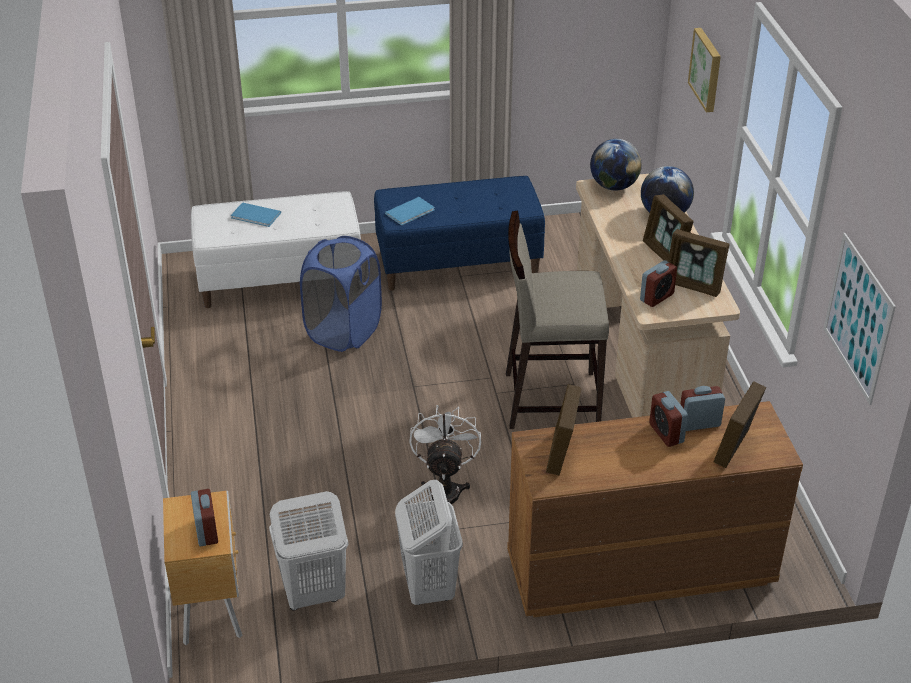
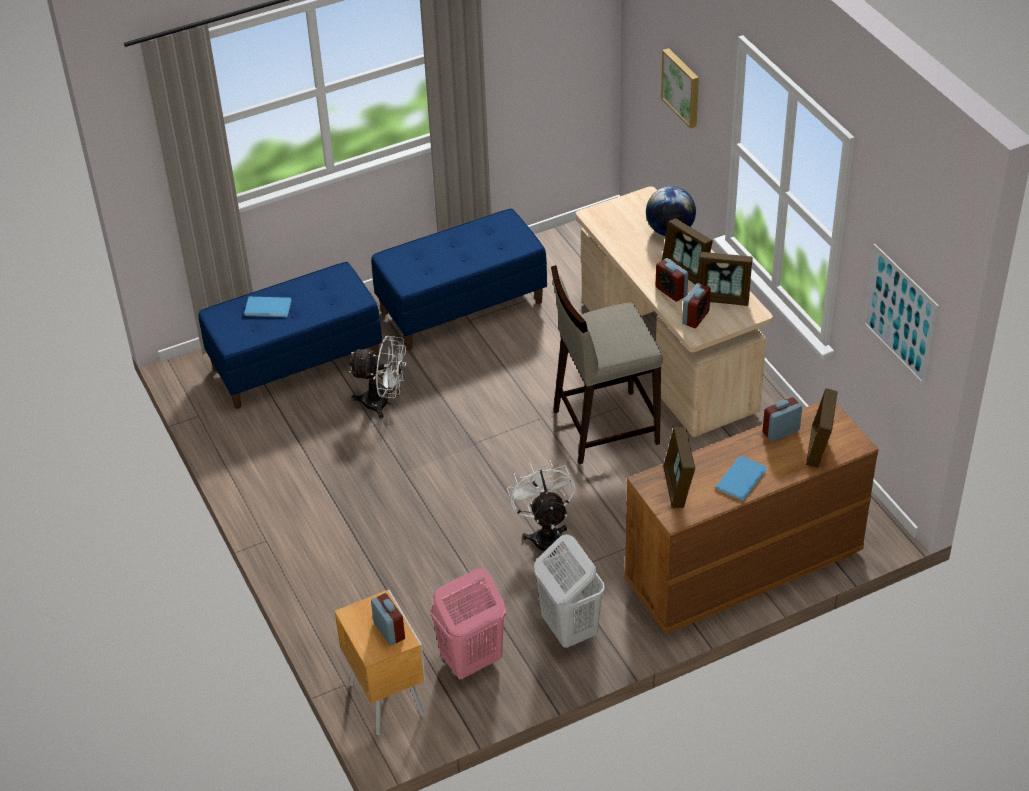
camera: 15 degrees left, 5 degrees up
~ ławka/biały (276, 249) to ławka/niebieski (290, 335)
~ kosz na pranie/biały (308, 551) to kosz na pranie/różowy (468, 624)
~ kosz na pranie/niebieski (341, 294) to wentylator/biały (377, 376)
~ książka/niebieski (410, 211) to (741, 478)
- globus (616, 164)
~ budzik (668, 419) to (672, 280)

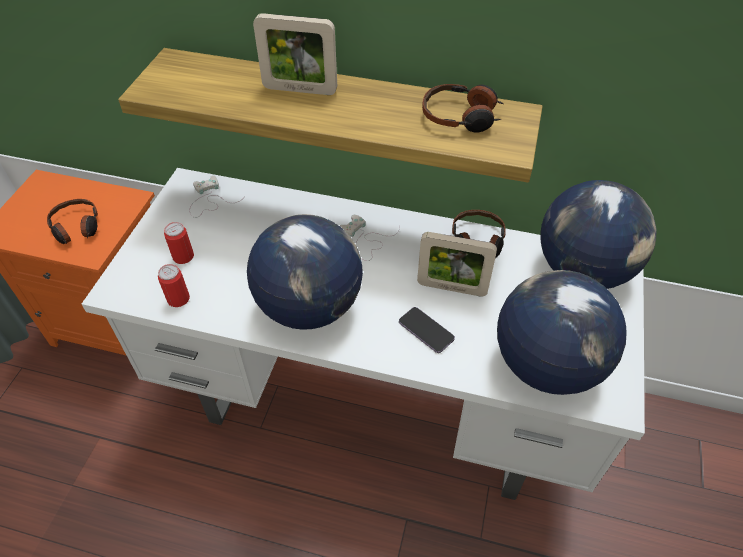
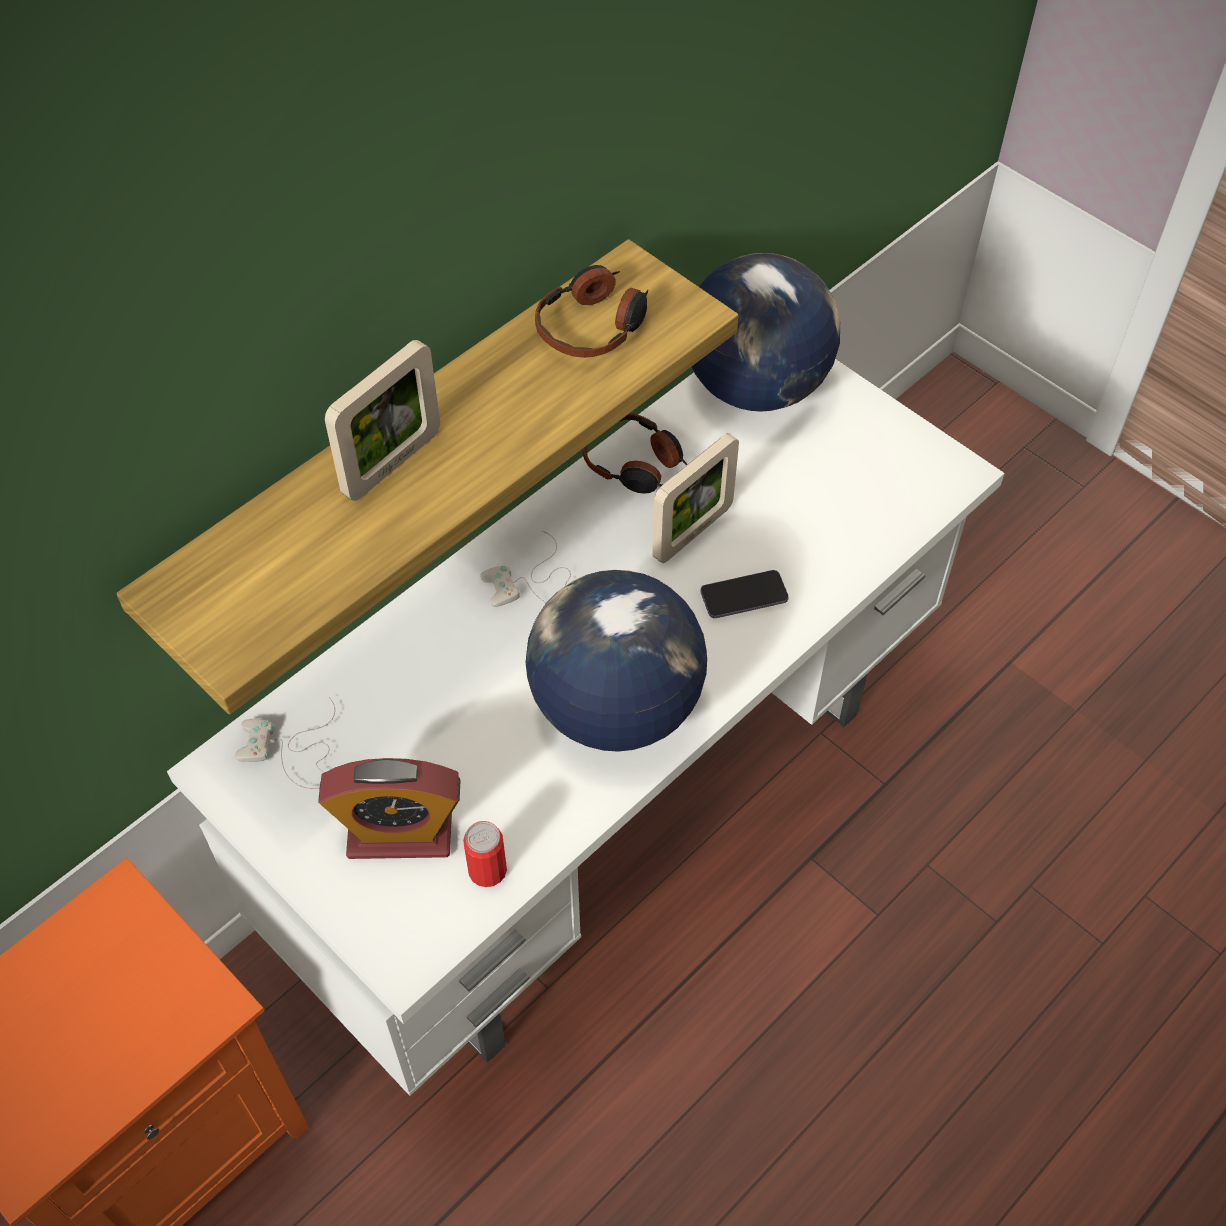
camera: 60 degrees left, 5 degrees up
- słuchawki (72, 221)
~ puszka (179, 243) to budzik (389, 808)
- globus (561, 332)

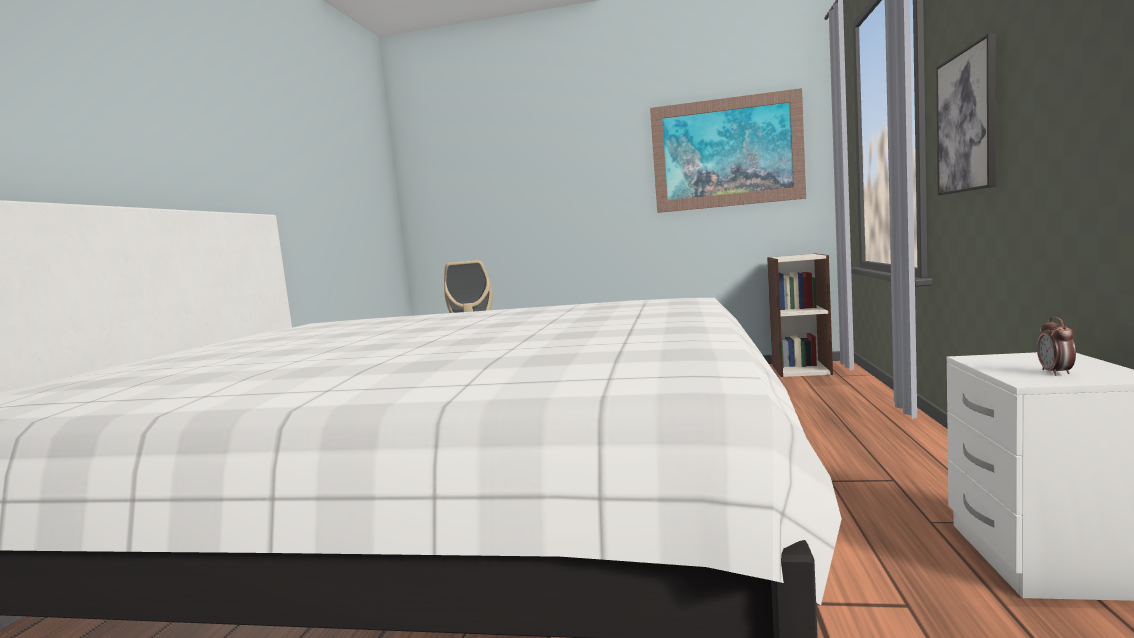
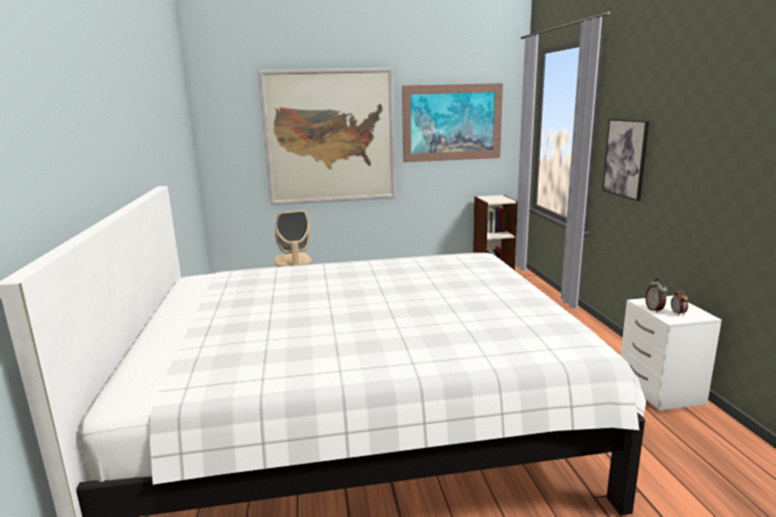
camera: 20 degrees left, 10 degrees up
+ obraz (327, 136)
+ budzik (656, 295)

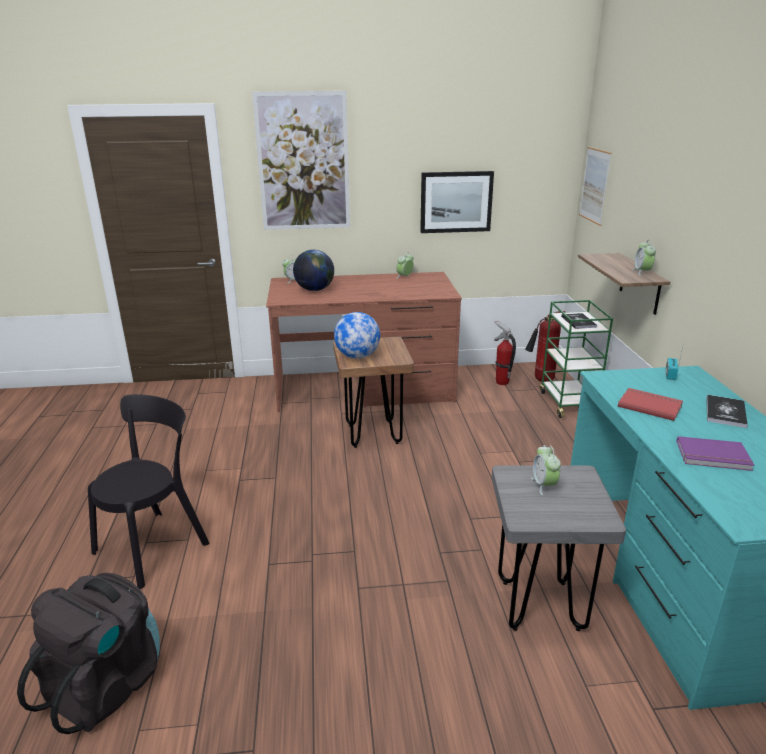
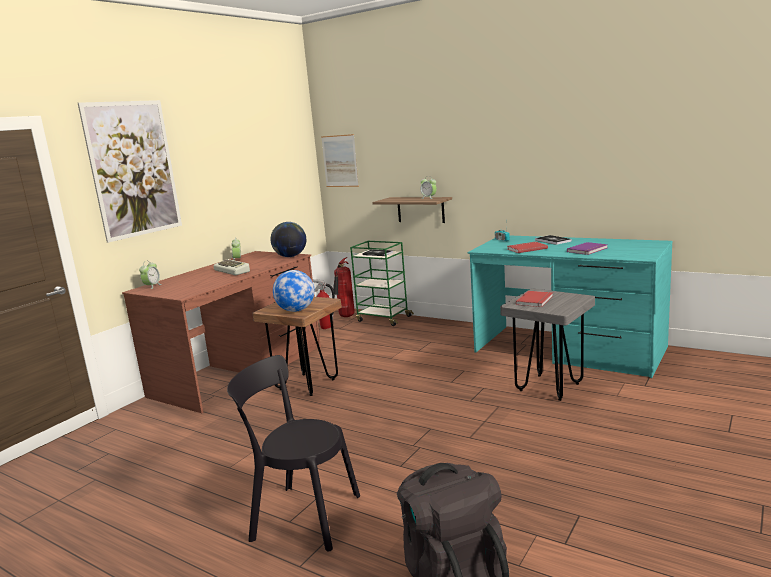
camera: 50 degrees left, 10 degrees down
~ krzesło/czarny (148, 491) = (293, 453) 60 degrees counterclockwise
~ globus (313, 270) to (288, 239)
- obraz (457, 202)
~ budzik (546, 470) to książka/czerwony (534, 299)
+ klawiatura (232, 267)

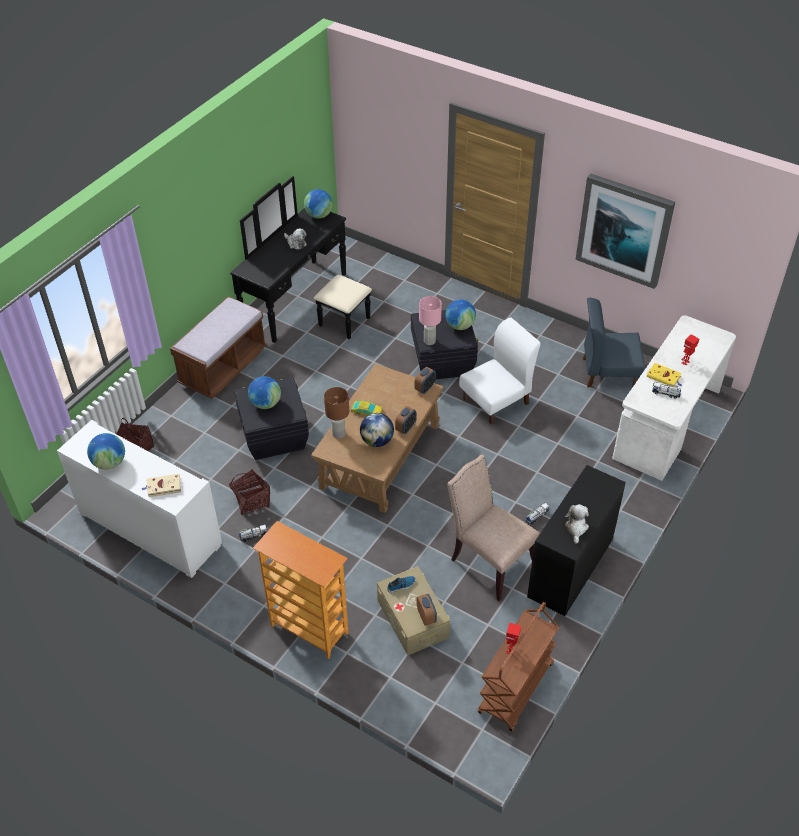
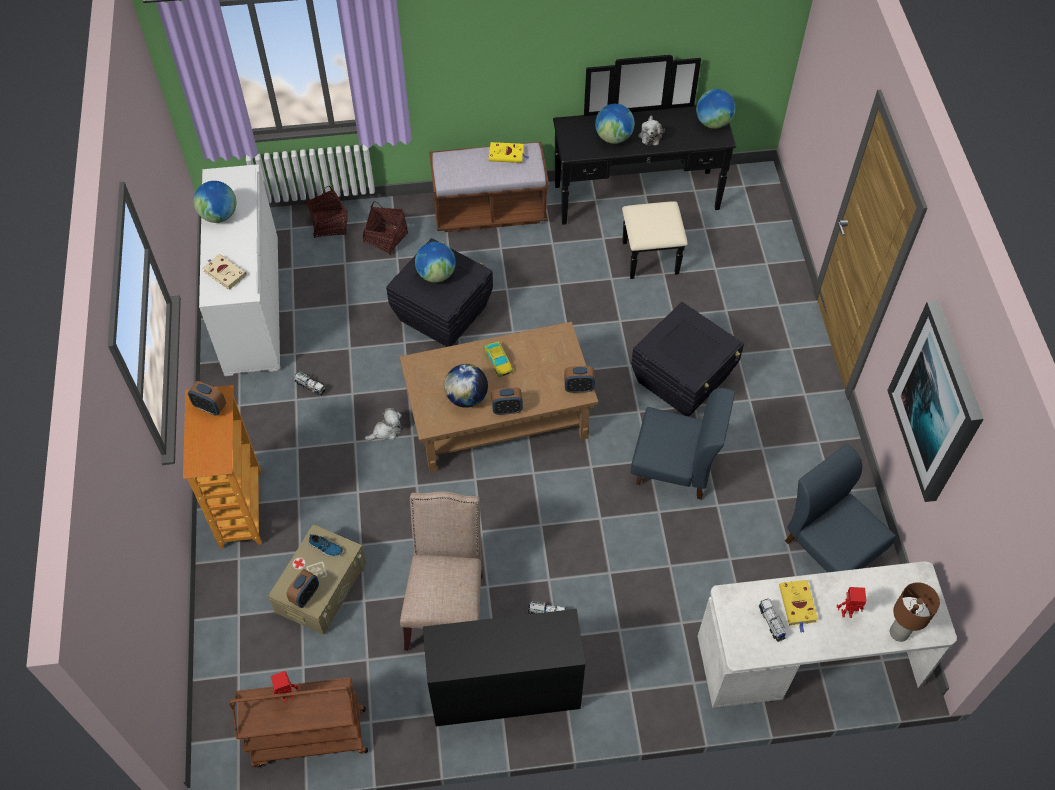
camera: 50 degrees right, 10 degrees up
~ koszyk (249, 492) to (385, 228)
~ lampa stołowa/brązowy (336, 413) to (915, 612)
- lampa stołowa/różowy (430, 320)
~ globus (460, 314) to (615, 124)
~ krzesło/biały (499, 370) to krzesło/niebieski (683, 444)
~ pluszak (577, 524) to (383, 424)
+ budzik (207, 398)
+ książka/żółty (508, 152)

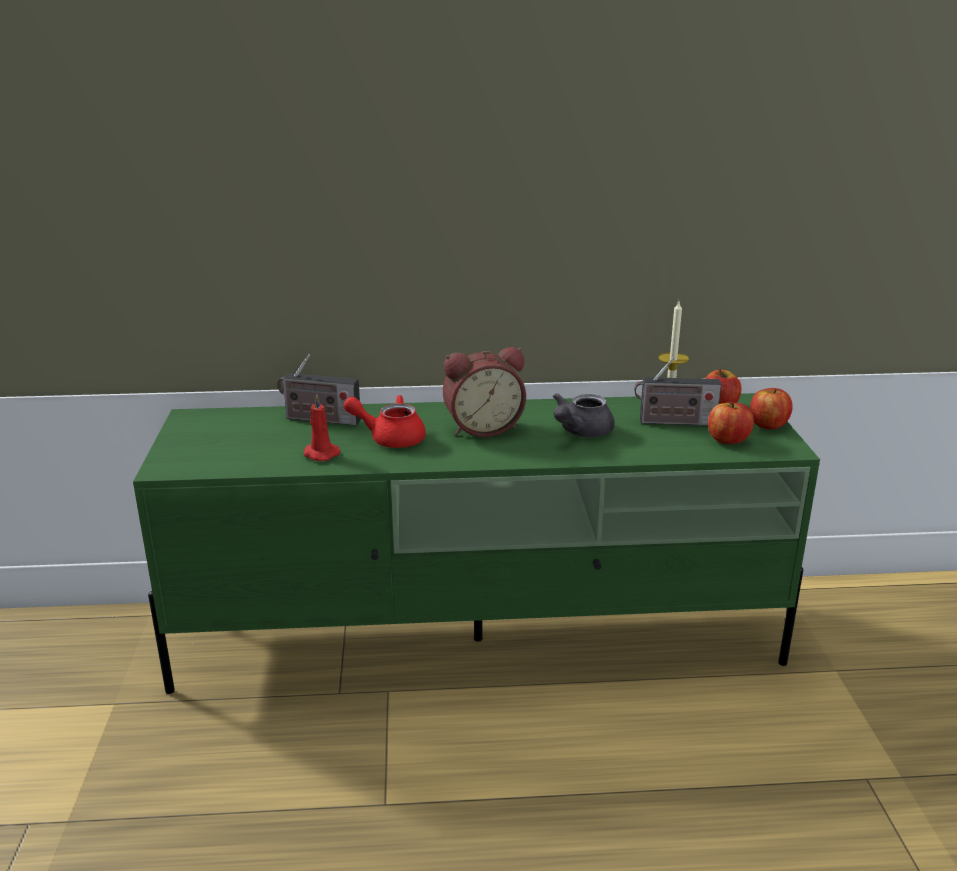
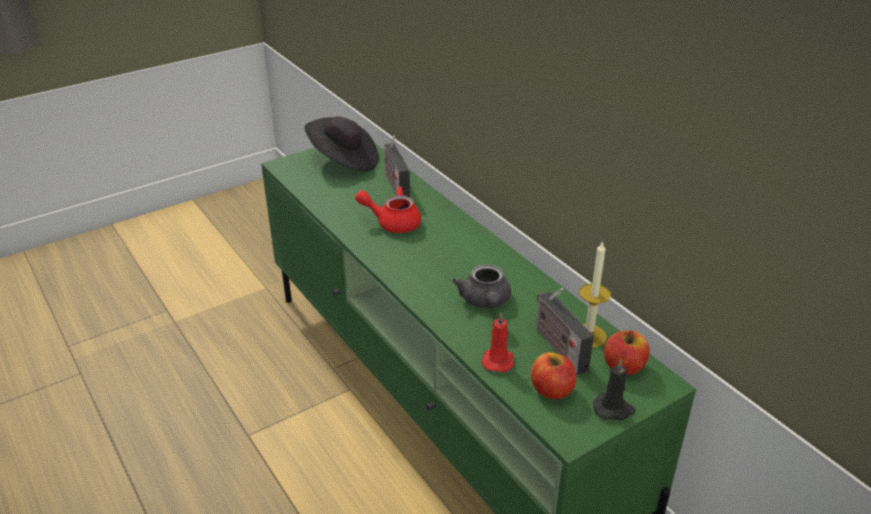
camera: 60 degrees right, 10 degrees up
~ świeca/czerwony (322, 427) to (497, 342)
~ imbryk/czerwony (384, 421) = (388, 209) 60 degrees counterclockwise
- budzik (484, 392)
~ imbryk/szary (584, 415) = (481, 286) 105 degrees counterclockwise
~ jabłko (771, 408) to świeca/czarny (614, 389)
+ kapelusz/czarny (341, 143)

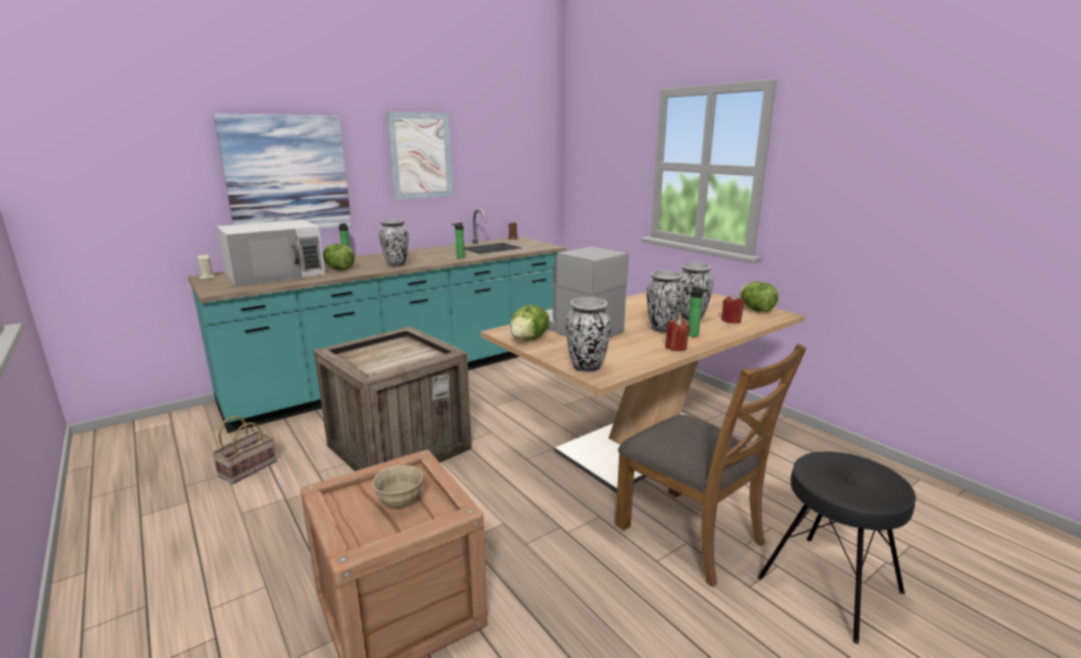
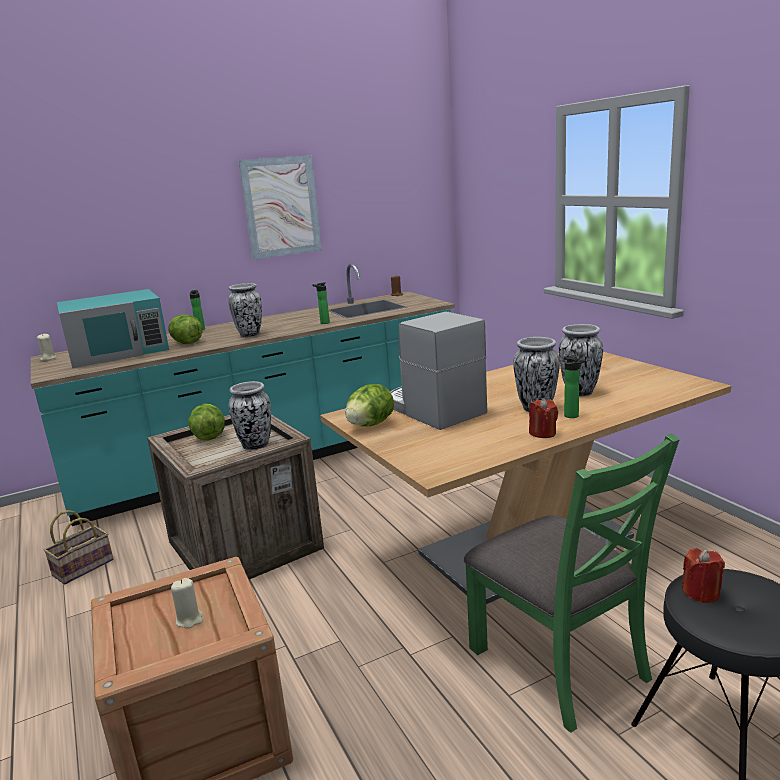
camera: 10 degrees right, 0 degrees up
- obraz (283, 171)
~ mikrofalówka/biały (271, 253) to mikrofalówka/turkusowy (113, 329)
~ miska/beżowy (397, 486) to świeca/beżowy (187, 603)
~ wazon (588, 334) to (249, 415)
~ krzesło/brązowy (711, 465) to krzesło/zielony (572, 583)
~ świeca/czerwony (732, 309) to (703, 575)
~ sałata (758, 296) to (206, 422)

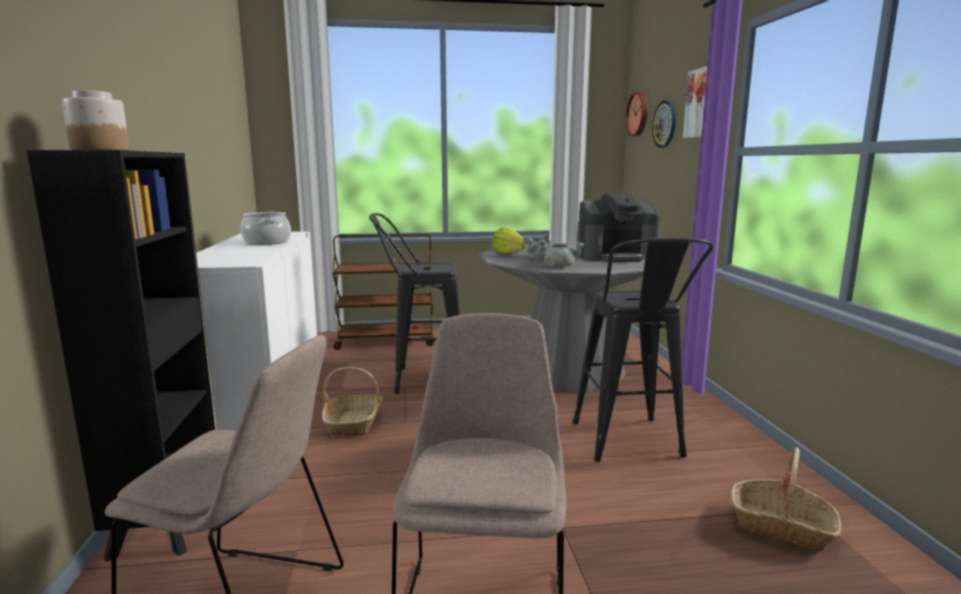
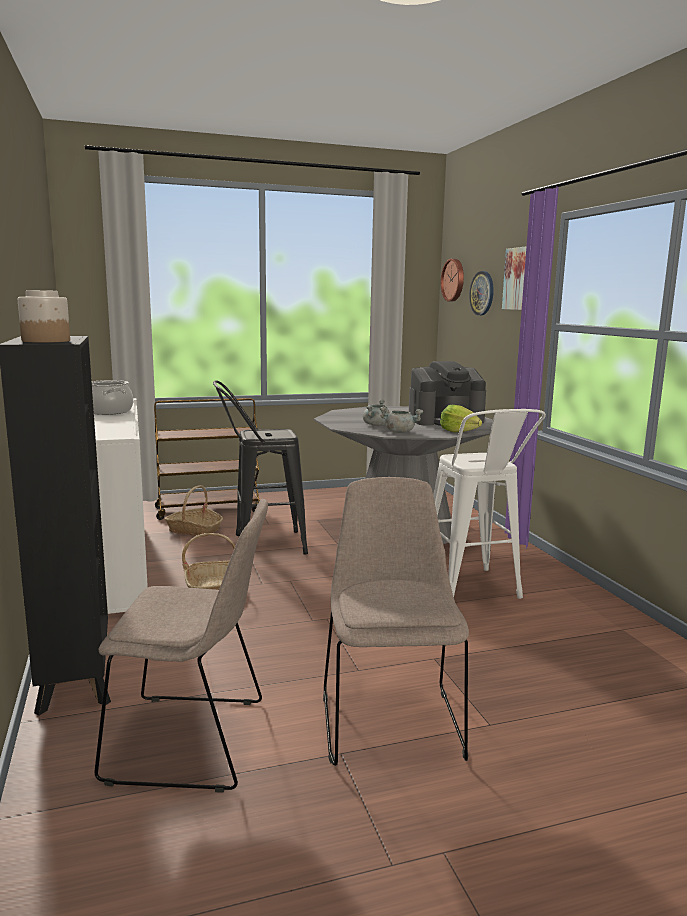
camera: 10 degrees left, 0 degrees up
~ sałata (509, 241) to (461, 419)
~ stołek/czarny (643, 350) to stołek/biały (489, 504)
~ koszyk (786, 499) to (194, 511)

